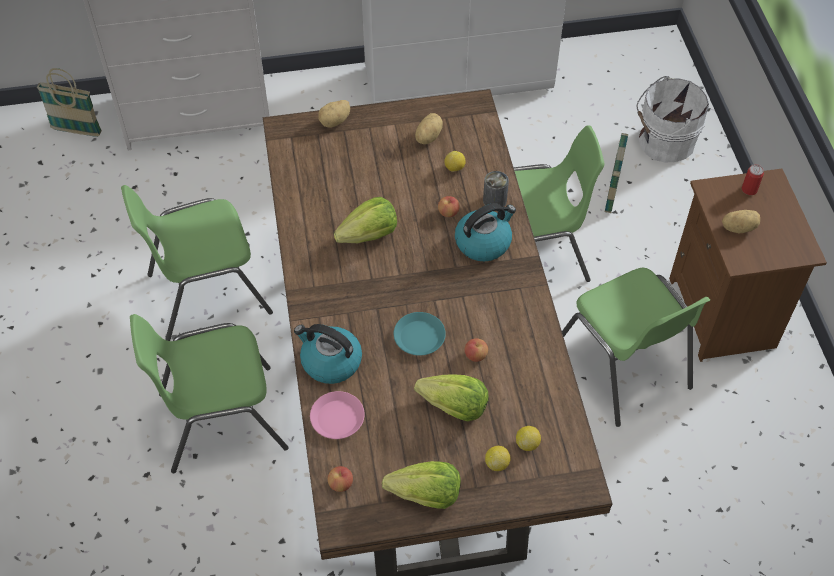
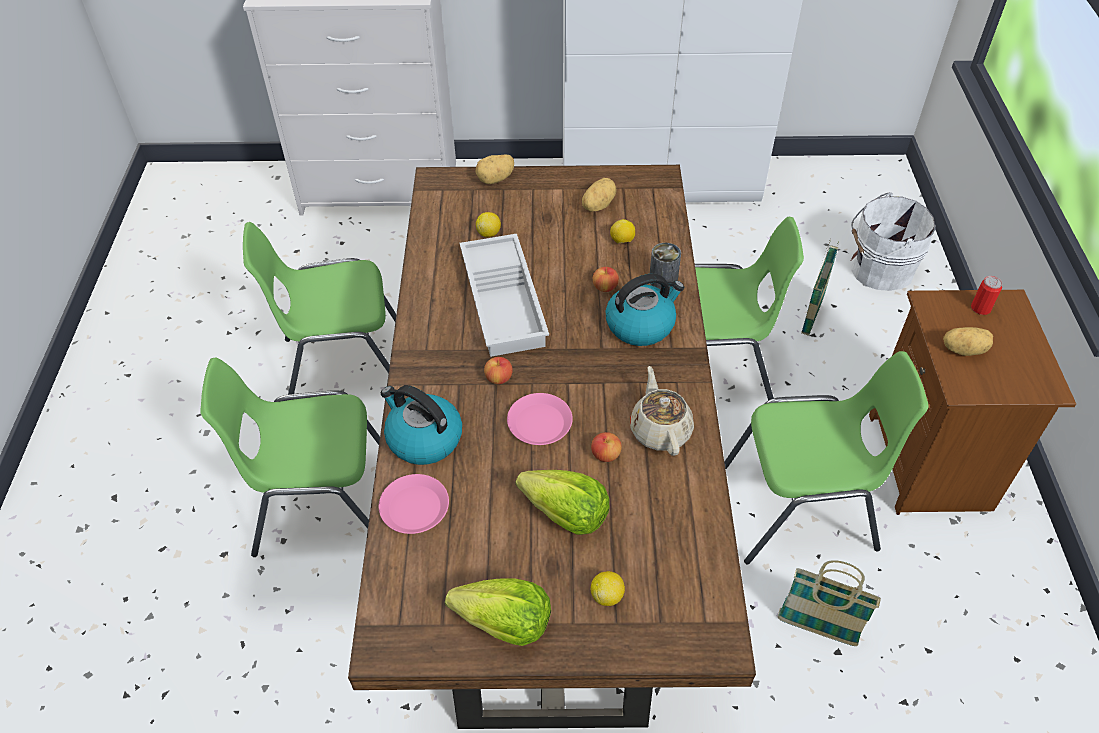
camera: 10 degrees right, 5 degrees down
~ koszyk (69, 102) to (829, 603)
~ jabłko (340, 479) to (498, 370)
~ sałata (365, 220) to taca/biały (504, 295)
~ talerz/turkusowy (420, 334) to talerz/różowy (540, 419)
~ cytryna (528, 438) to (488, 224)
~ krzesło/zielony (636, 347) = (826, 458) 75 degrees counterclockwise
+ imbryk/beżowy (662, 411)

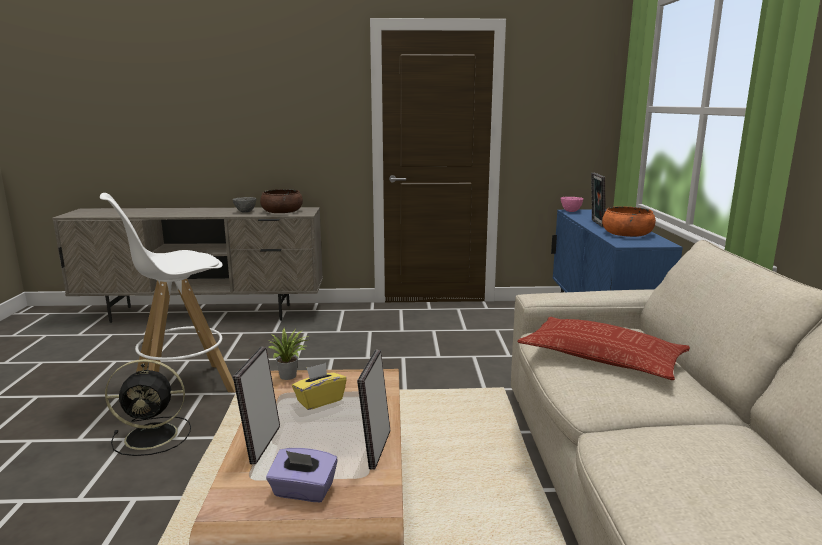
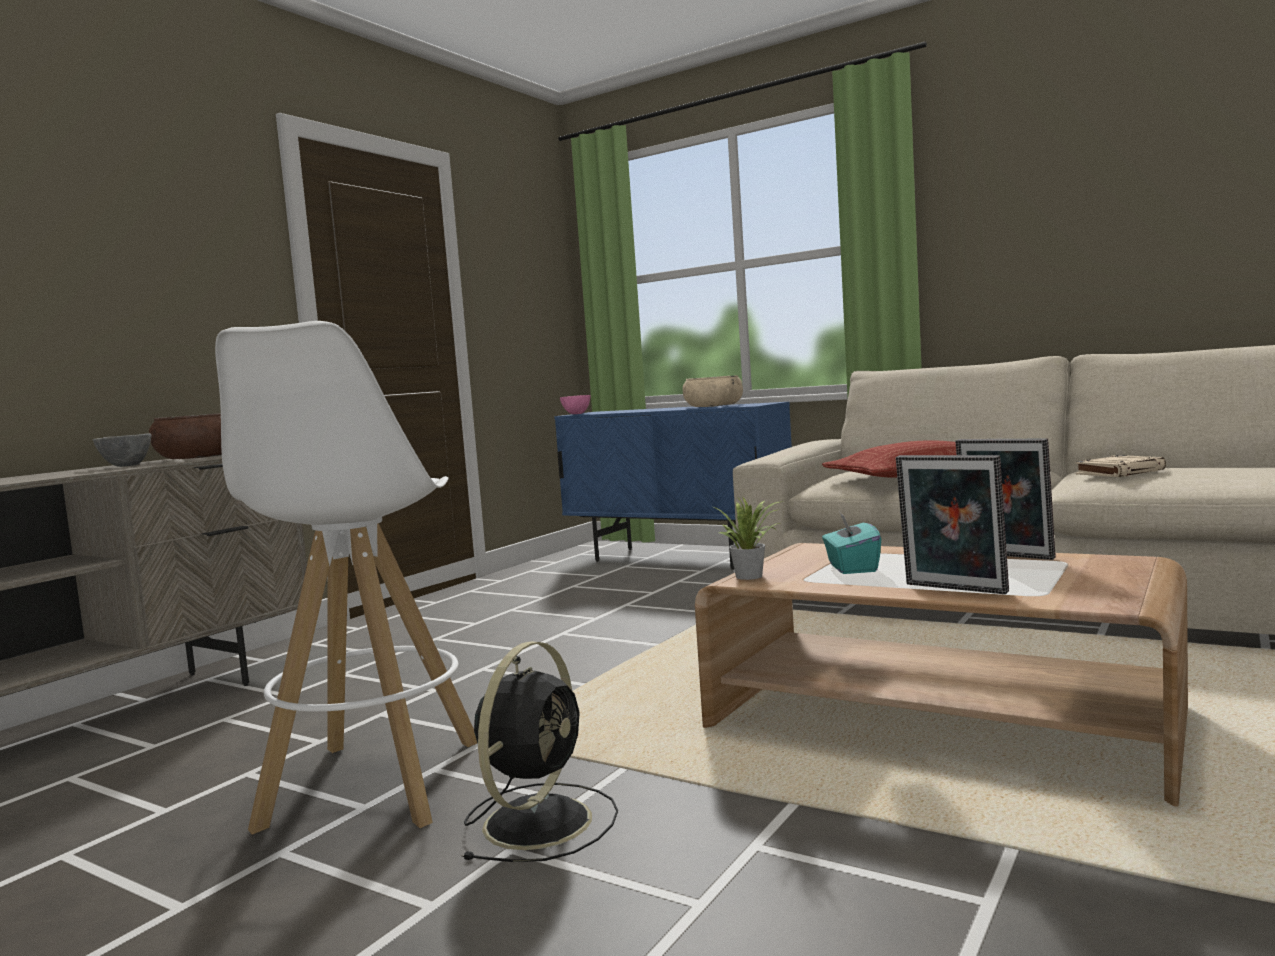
camera: 55 degrees left, 10 degrees down
- pudełko chusteczek/fioletowy (302, 475)
~ pudełko chusteczek/żółty (319, 386) to pudełko chusteczek/turkusowy (851, 543)
- ramka na zdjęcie (598, 200)
~ miska/pomarańczowy (629, 221) to miska/beżowy (713, 391)
+ książka/beżowy (1120, 466)

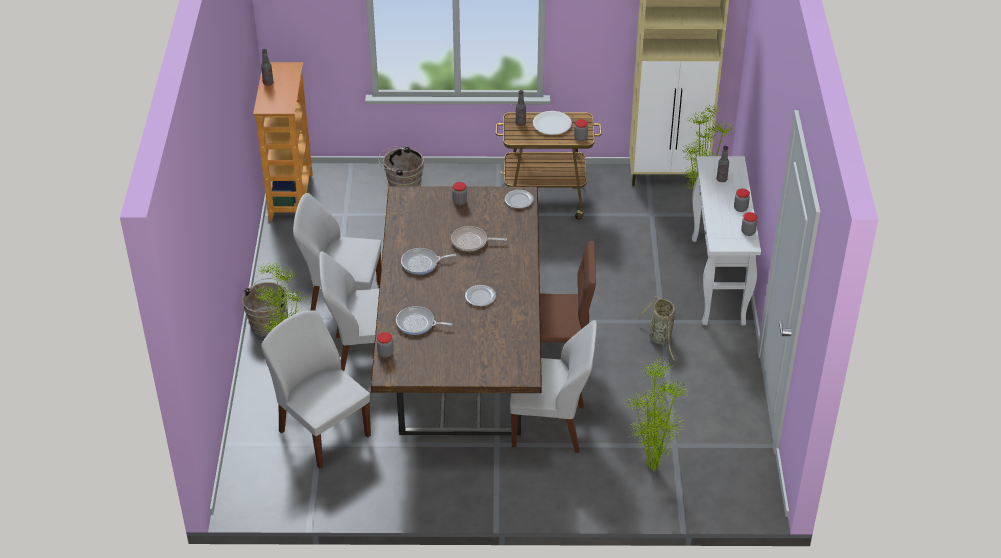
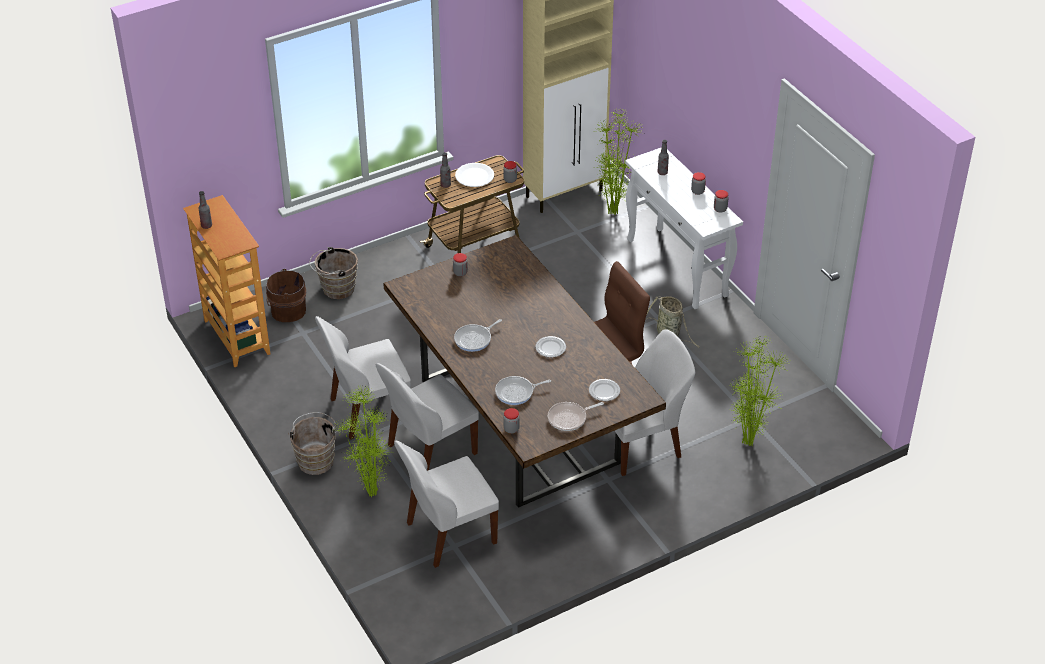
camera: 30 degrees left, 0 degrees up
~ krzesło/biały (316, 390) = (446, 504) 45 degrees counterclockwise
~ patelnia (479, 238) to (576, 416)
~ talerz (519, 199) to (604, 390)
+ wiadro/brązowy (286, 295)

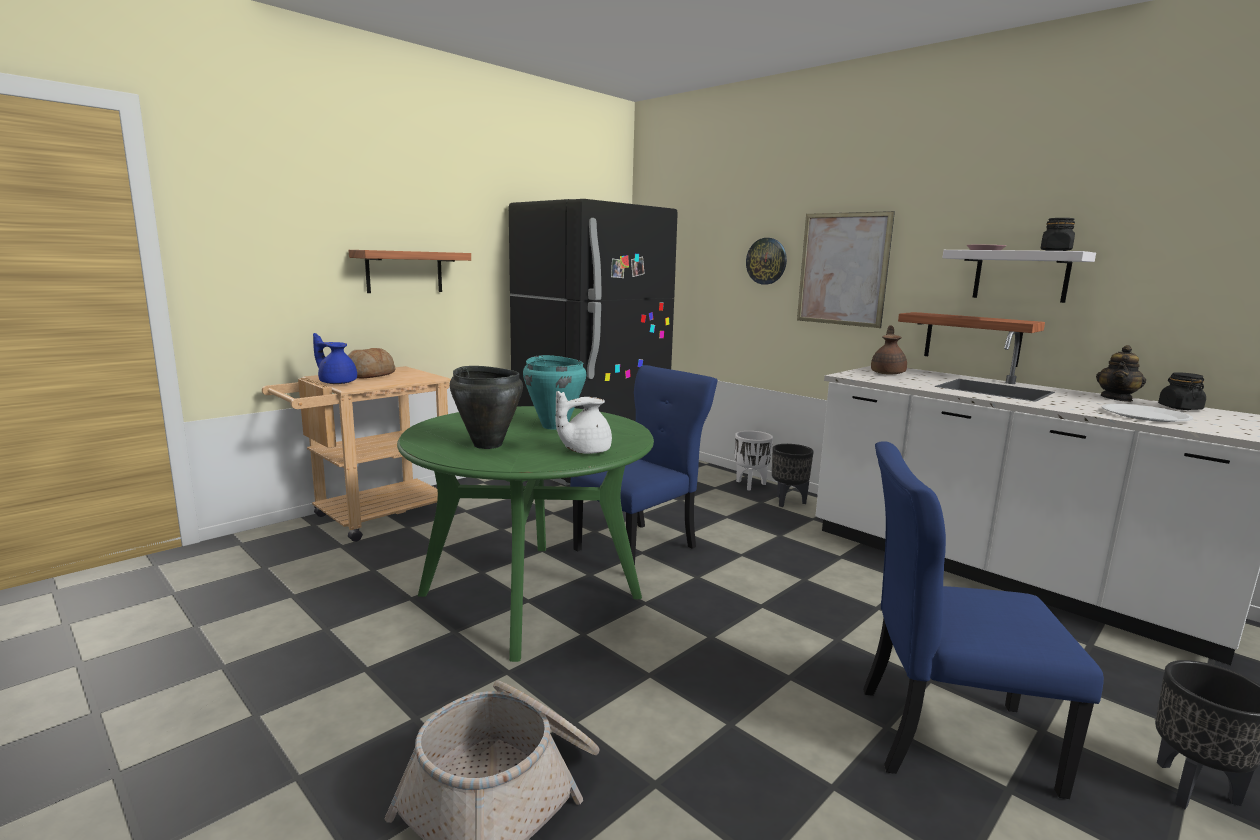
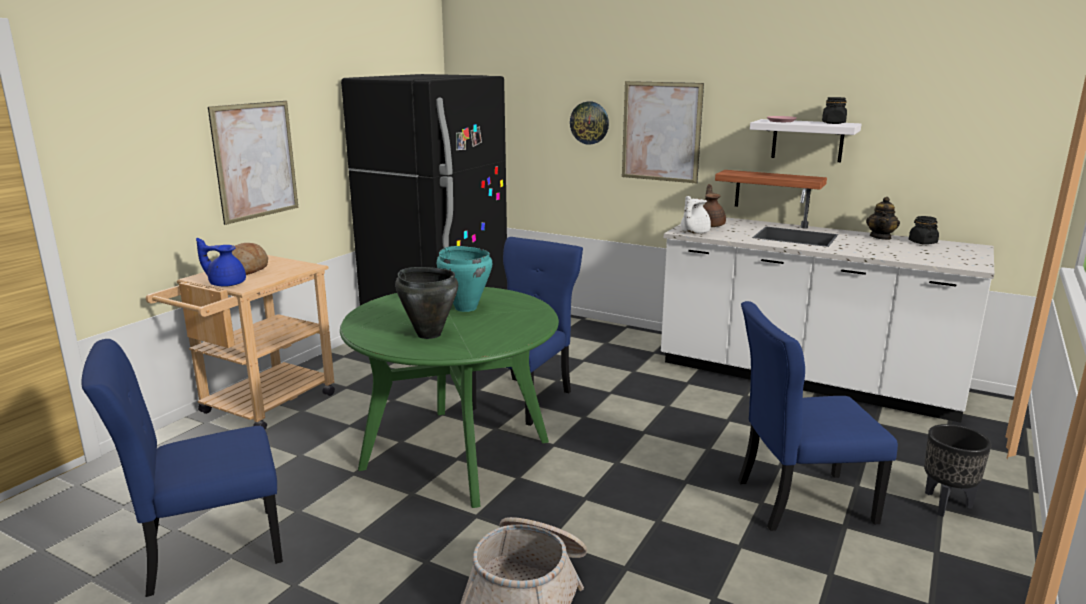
camera: 15 degrees left, 5 degrees up
~ półka (410, 271) to obraz (253, 163)
~ imbryk/biały (584, 422) to (696, 215)
- donica/biały (754, 461)
- donica/czarny (793, 475)
- talerz/biały (1147, 413)
+ krzesło/niebieski (182, 468)

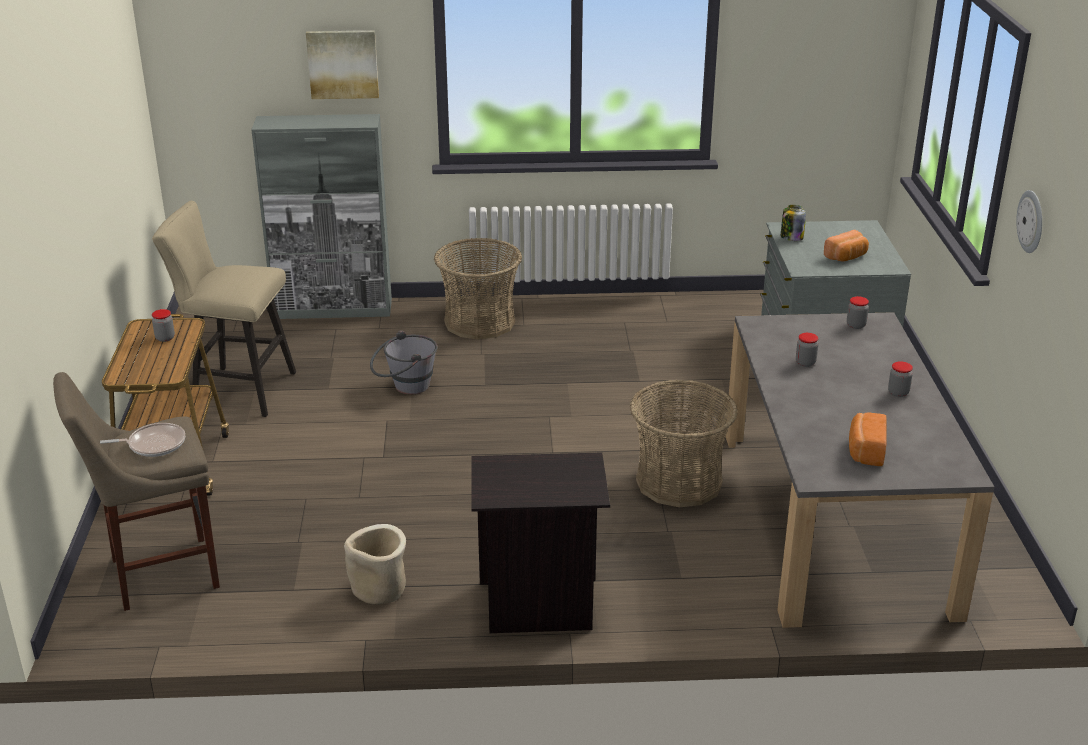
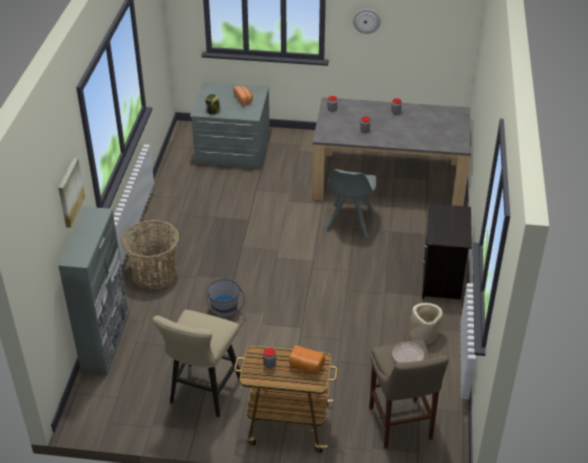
camera: 80 degrees left, 10 degrees up
~ koszyk (684, 443) to krzesło/szary (351, 203)
~ chleb (868, 439) to (307, 359)

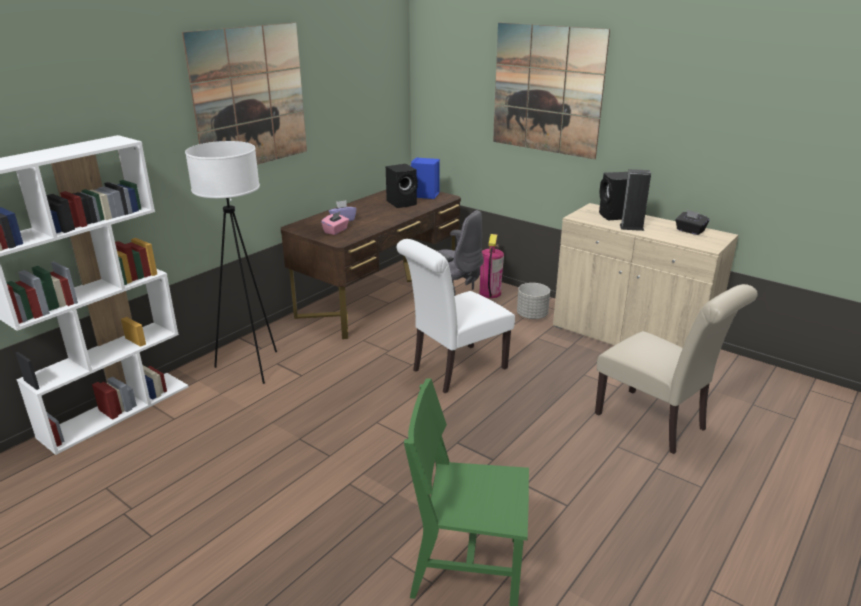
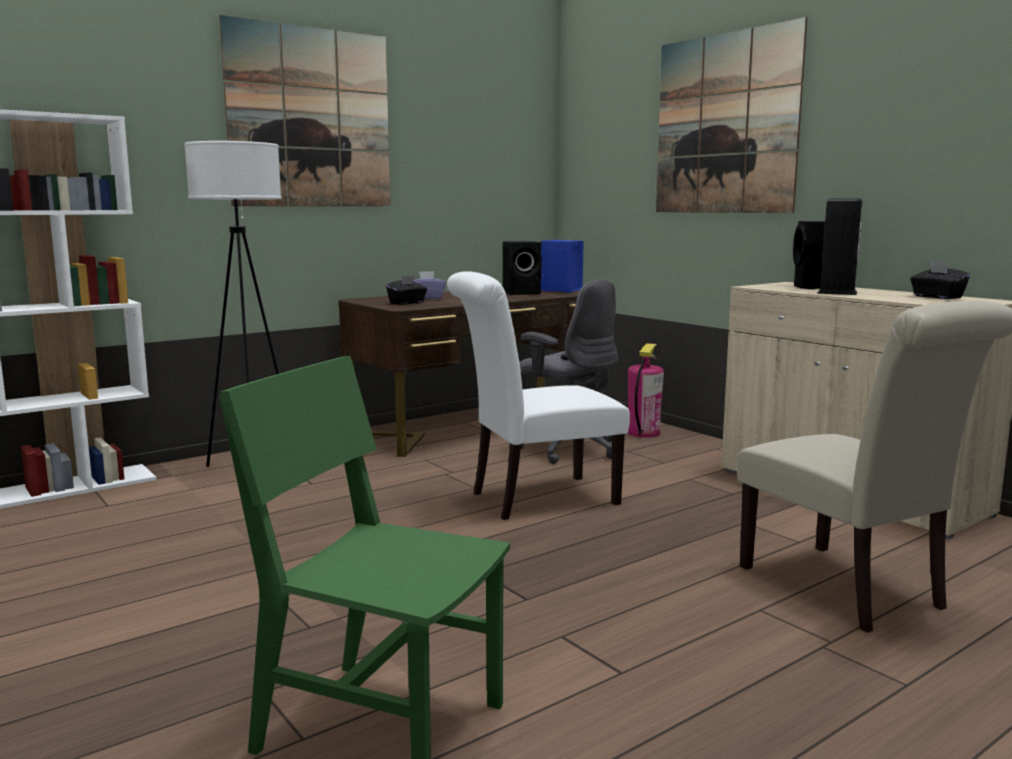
camera: 15 degrees right, 15 degrees down
~ pudełko chusteczek/różowy (335, 223) to pudełko chusteczek/czarny (406, 290)
- donica/szary (533, 301)

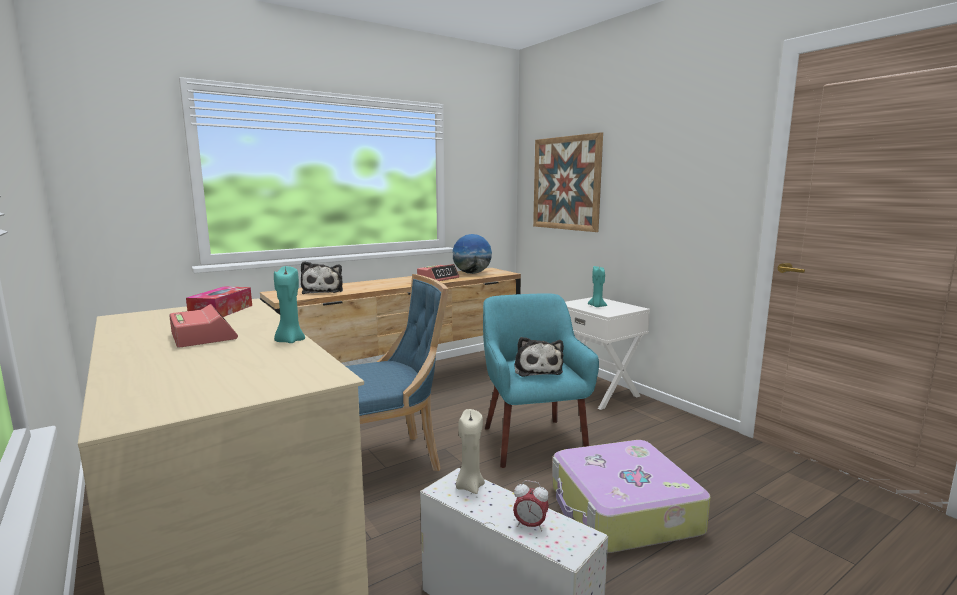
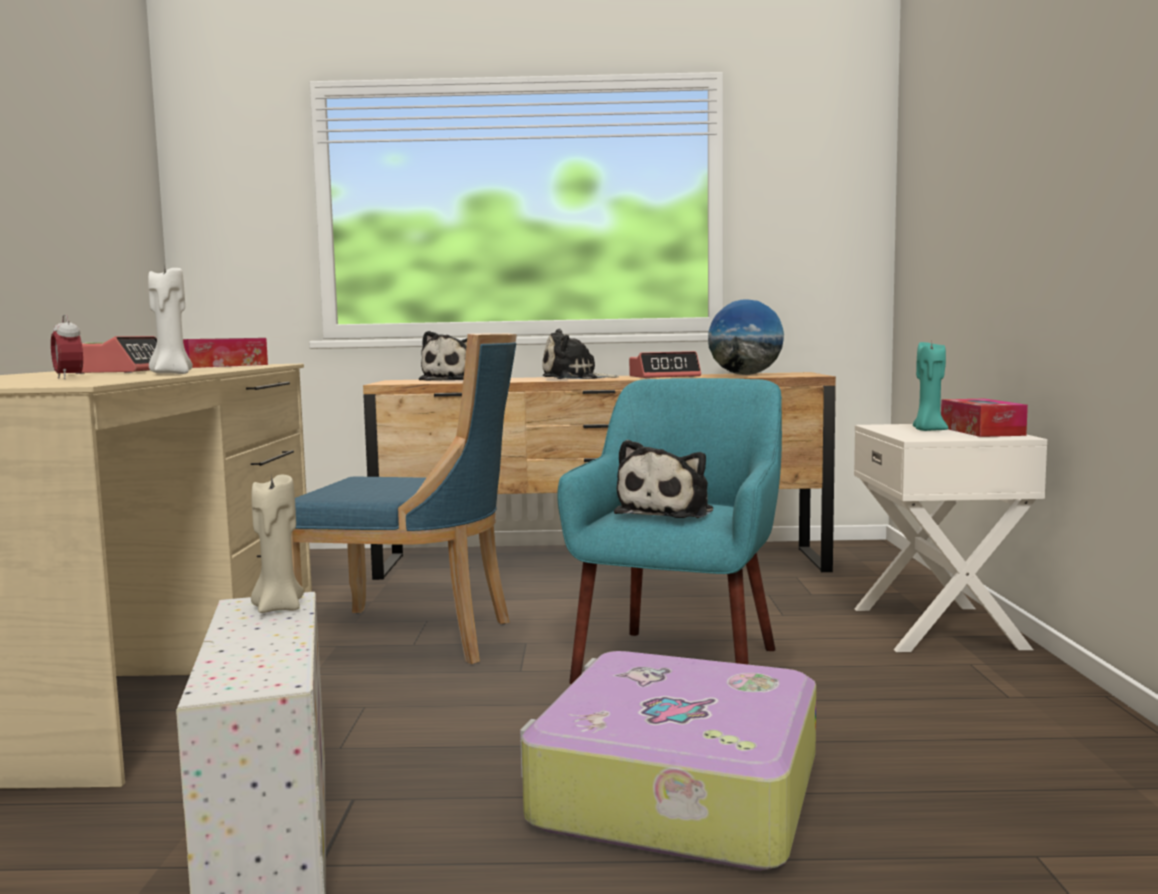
camera: 35 degrees right, 5 degrees down
~ świeca/turkusowy (289, 304) to świeca/biały (170, 319)
~ budzik (531, 506) to (67, 347)
- obraz (568, 182)
+ pluszak (580, 354)
+ pudełko chusteczek (984, 418)

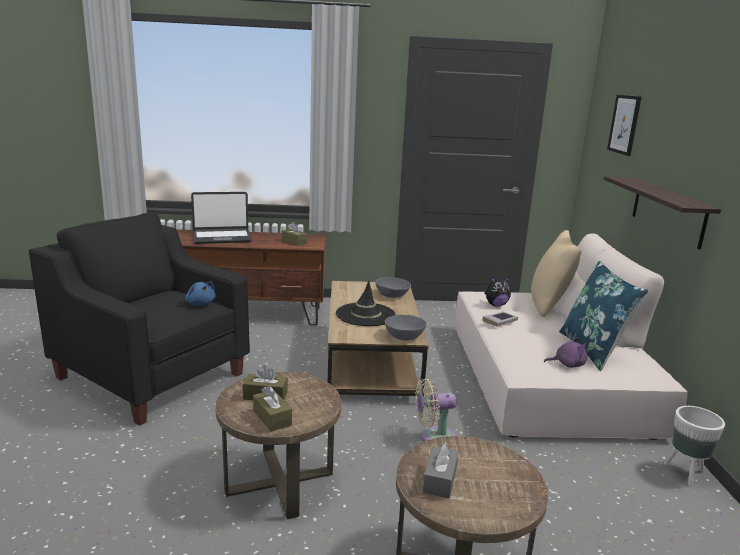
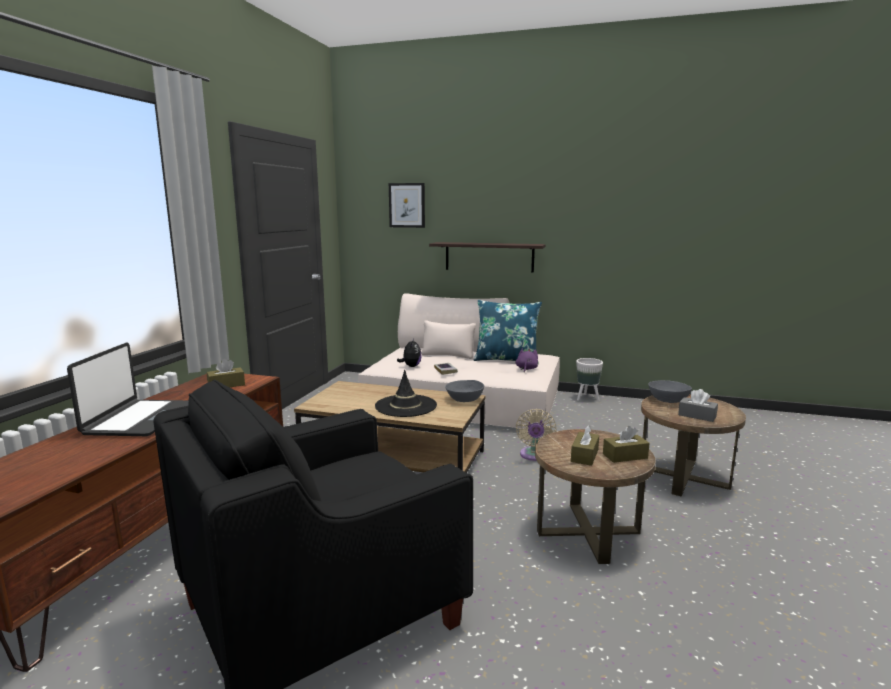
camera: 70 degrees left, 5 degrees down
- pluszak/niebieski (200, 293)
~ miska/szary (393, 287) to (670, 391)
- poduszka/beżowy (556, 273)

